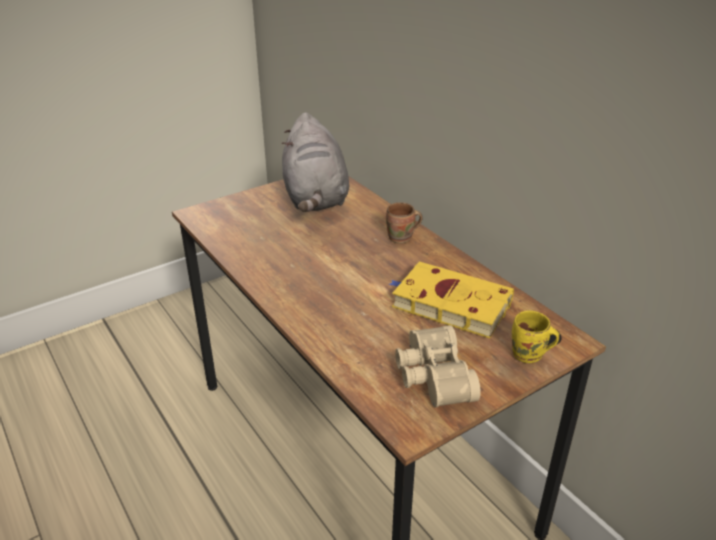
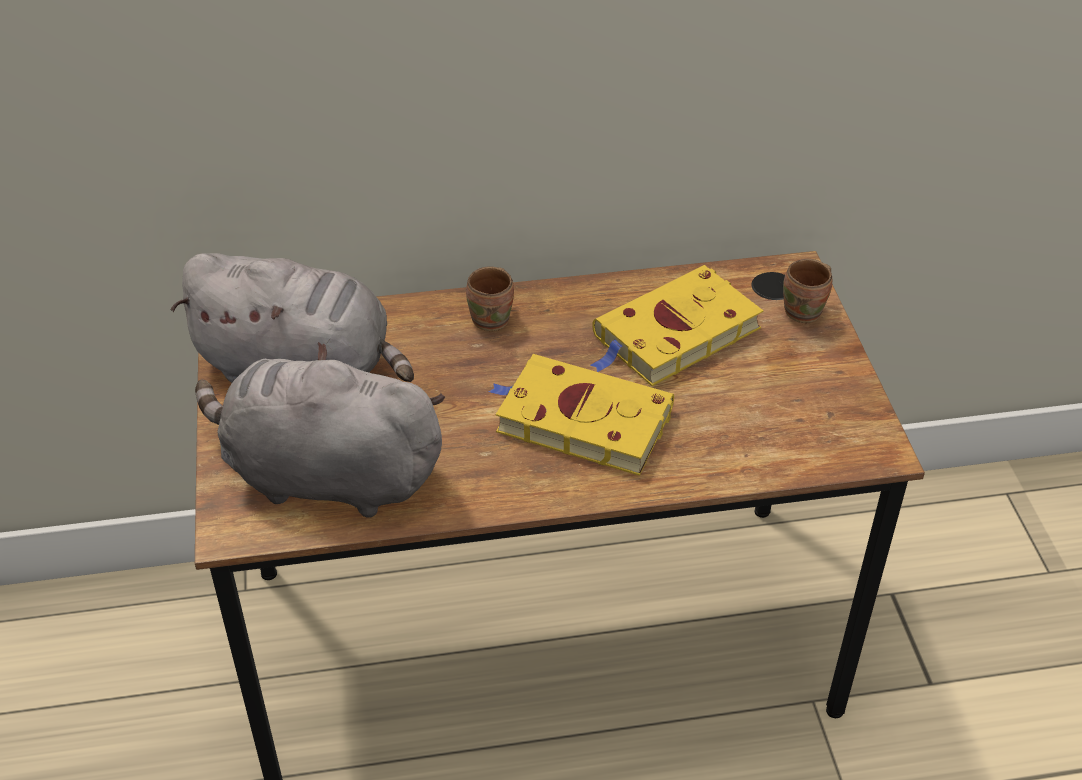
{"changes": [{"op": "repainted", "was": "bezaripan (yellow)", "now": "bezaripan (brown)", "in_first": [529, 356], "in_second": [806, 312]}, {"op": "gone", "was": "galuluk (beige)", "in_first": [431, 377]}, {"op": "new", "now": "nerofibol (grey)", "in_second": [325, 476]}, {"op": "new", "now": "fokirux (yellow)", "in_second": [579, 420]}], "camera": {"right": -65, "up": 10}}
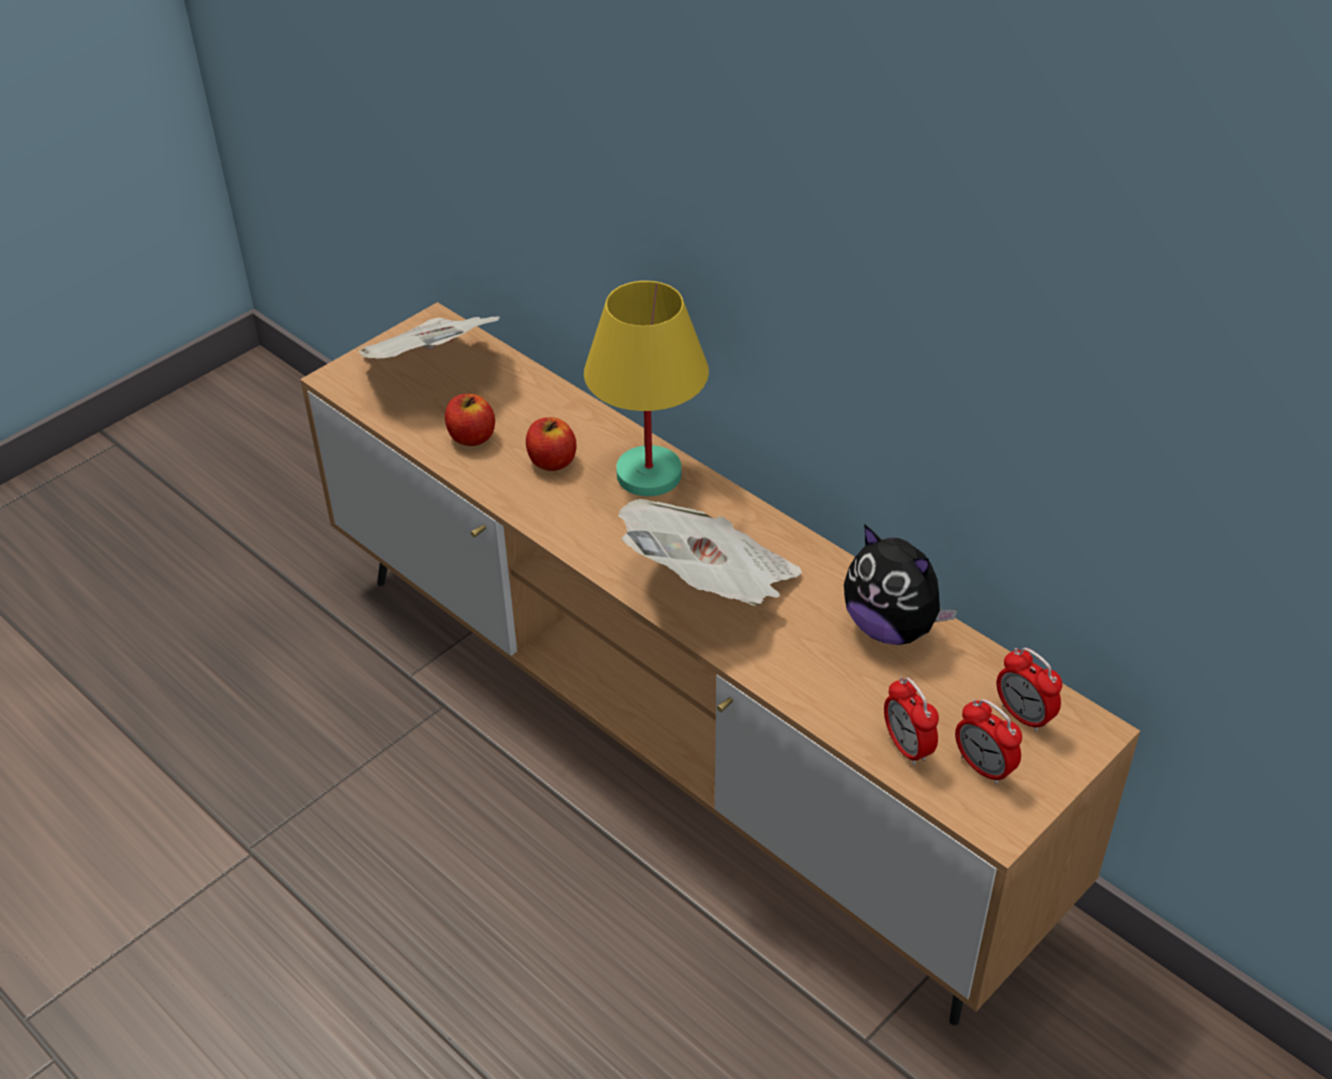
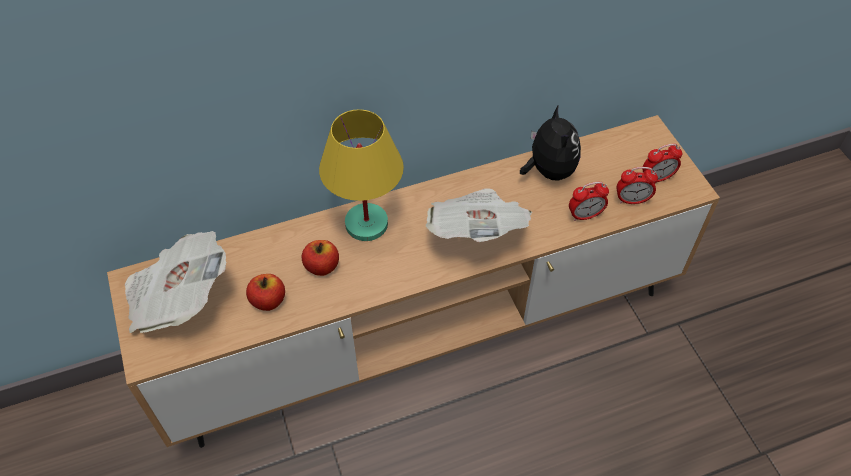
{"changes": [{"op": "rotated", "was": "nerofibol", "in_first": [891, 627], "in_second": [548, 171], "clockwise": -75}, {"op": "shifted", "was": "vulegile", "in_first": [1023, 716], "in_second": [585, 215]}], "camera": {"right": -65, "up": 10}}
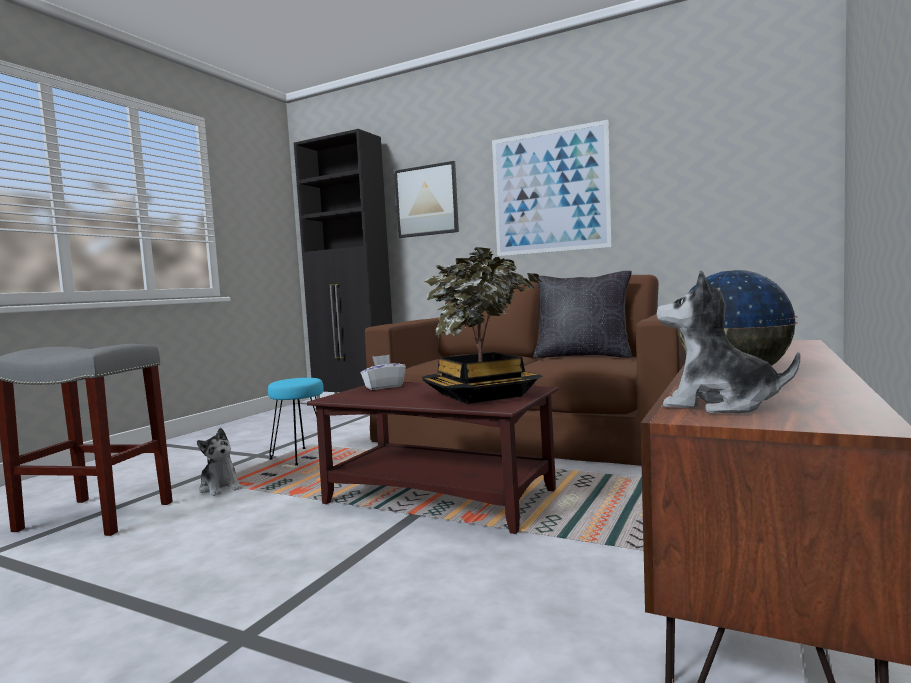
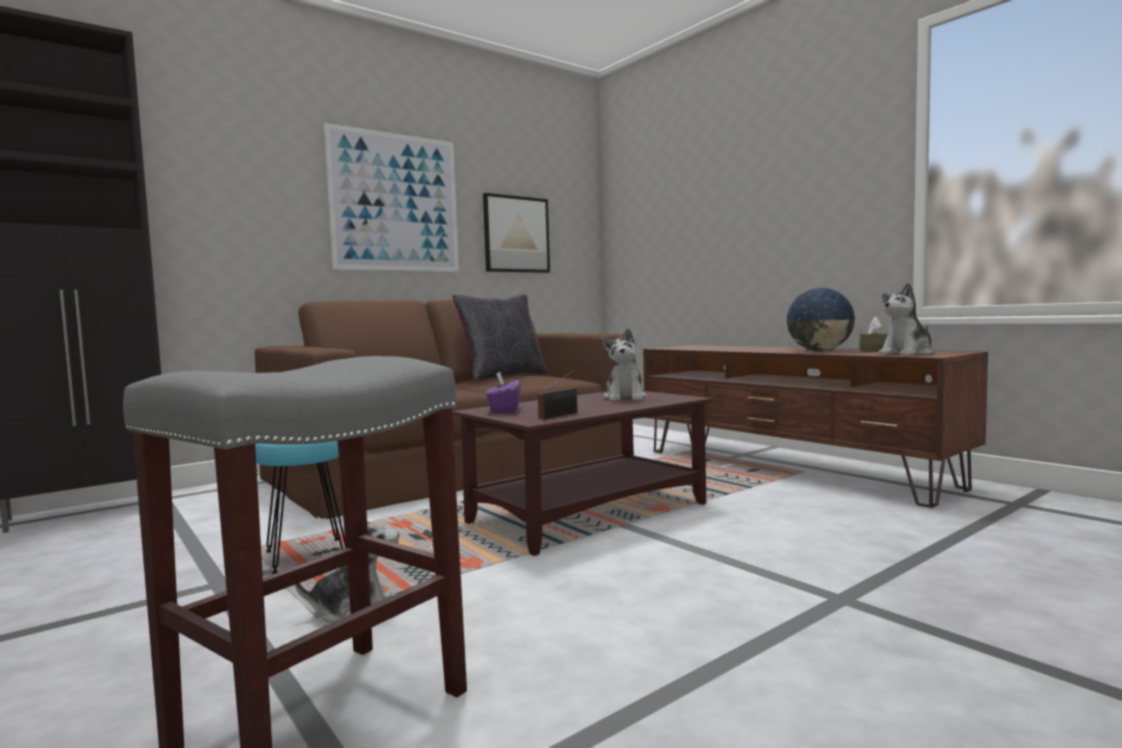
{"changes": [{"op": "shifted", "was": "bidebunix", "in_first": [426, 200], "in_second": [516, 234]}, {"op": "swapped", "was": "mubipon", "now": "nerofibol", "in_first": [482, 395], "in_second": [625, 398]}, {"op": "repainted", "was": "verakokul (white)", "now": "verakokul (purple)", "in_first": [383, 387], "in_second": [504, 410]}, {"op": "new", "now": "verakokul (brown)", "in_second": [872, 350]}, {"op": "new", "now": "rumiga", "in_second": [560, 415]}], "camera": {"right": -65, "up": 0}}
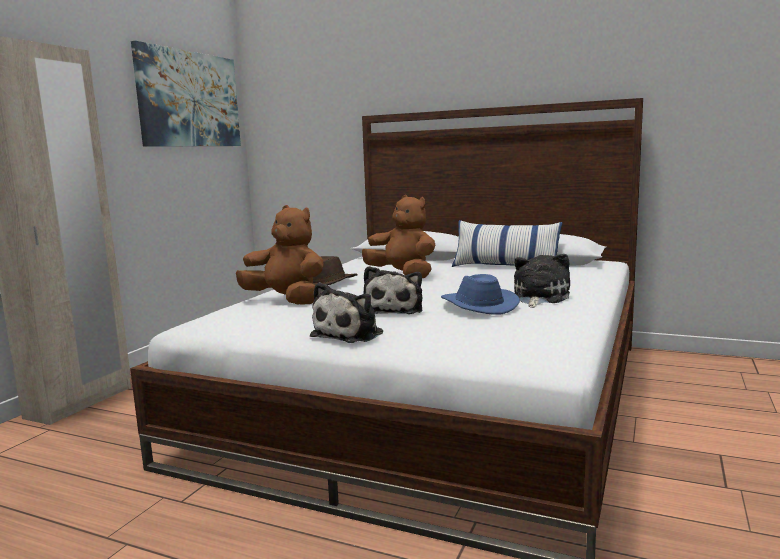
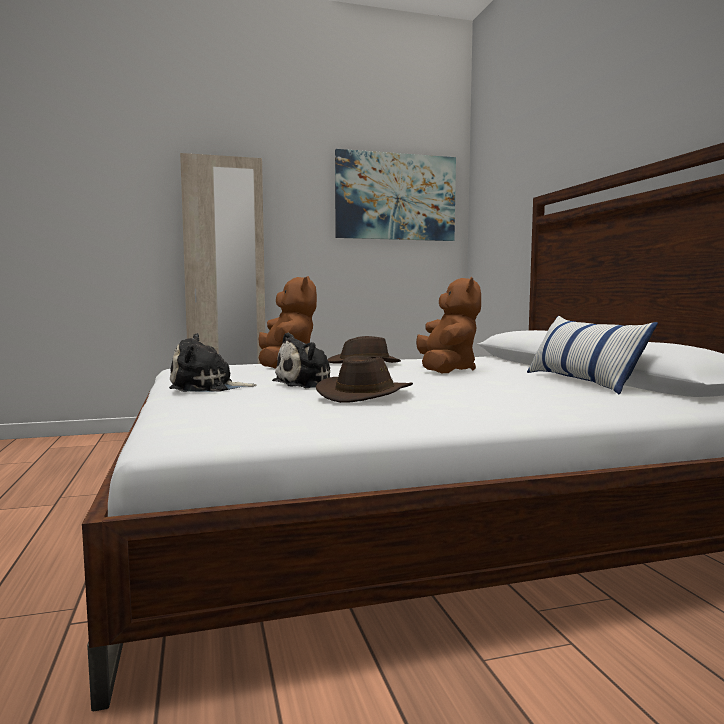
{"changes": [{"op": "gone", "was": "nerofibol", "in_first": [538, 298]}, {"op": "repainted", "was": "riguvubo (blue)", "now": "riguvubo (brown)", "in_first": [477, 305], "in_second": [366, 394]}], "camera": {"right": 50, "up": -5}}
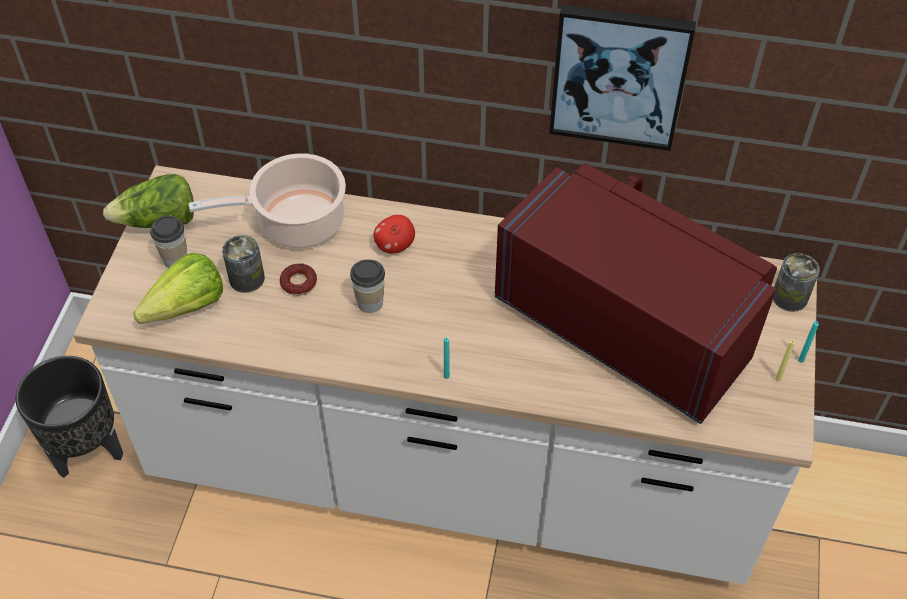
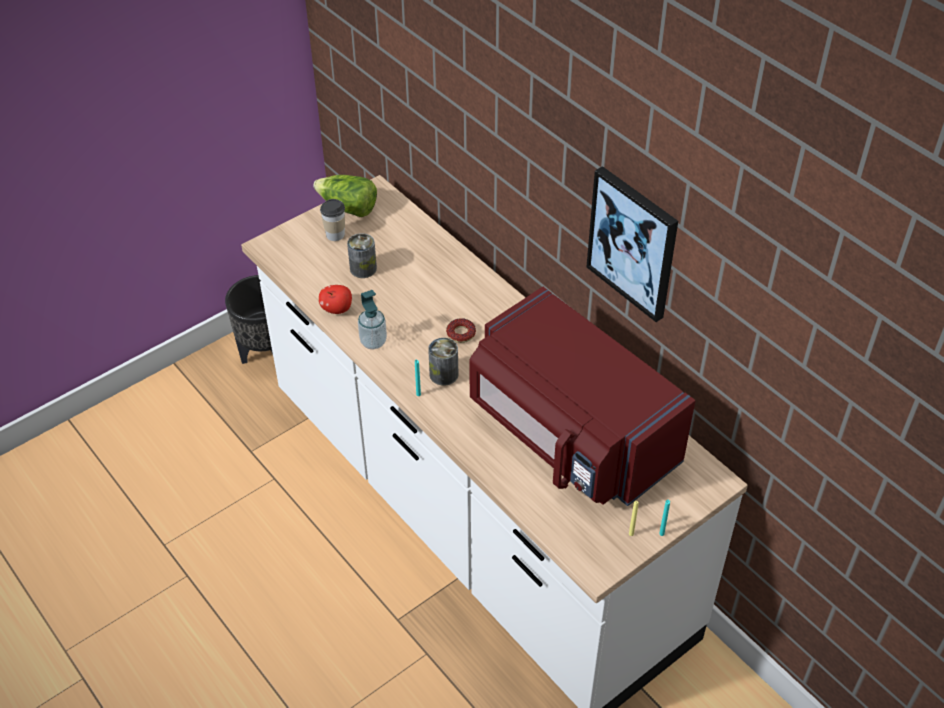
{"changes": [{"op": "gone", "was": "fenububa", "in_first": [295, 223]}, {"op": "rotated", "was": "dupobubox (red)", "in_first": [629, 321], "in_second": [569, 436], "clockwise": 150}, {"op": "shifted", "was": "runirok", "in_first": [395, 246], "in_second": [337, 309]}, {"op": "gone", "was": "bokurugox", "in_first": [180, 310]}, {"op": "shifted", "was": "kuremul", "in_first": [789, 297], "in_second": [444, 374]}, {"op": "gone", "was": "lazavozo", "in_first": [370, 303]}, {"op": "shifted", "was": "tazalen", "in_first": [298, 283], "in_second": [461, 333]}, {"op": "new", "now": "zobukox", "in_second": [373, 342]}], "camera": {"right": 40, "up": -5}}
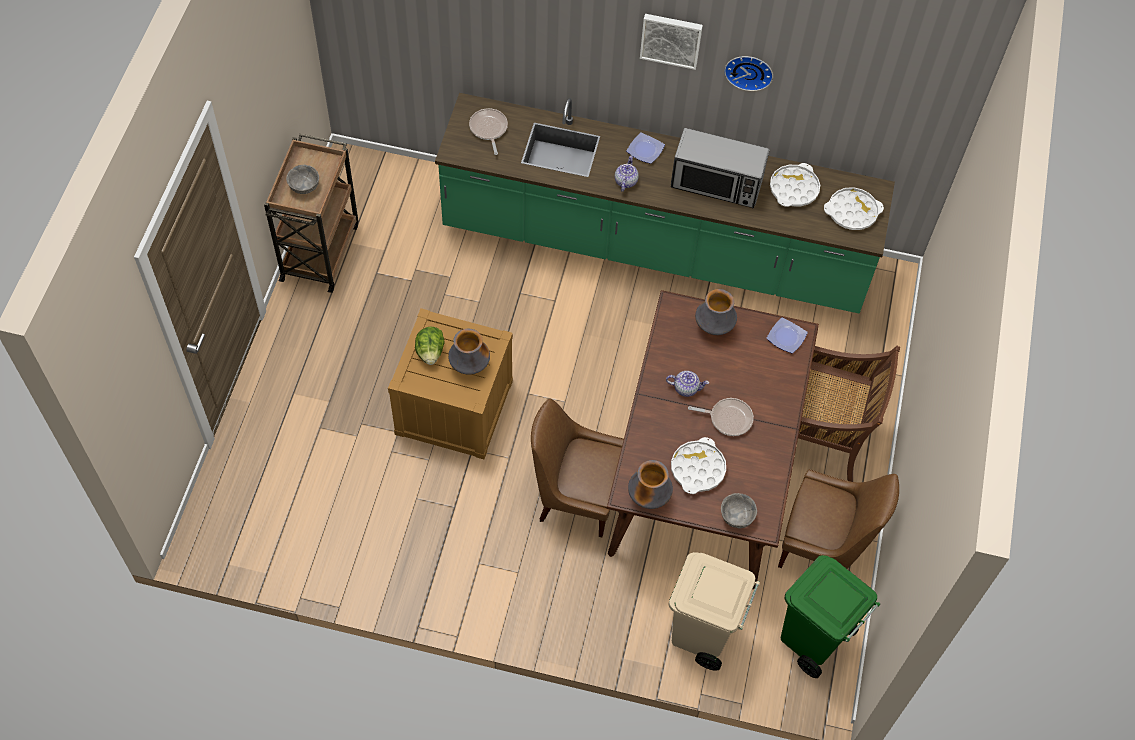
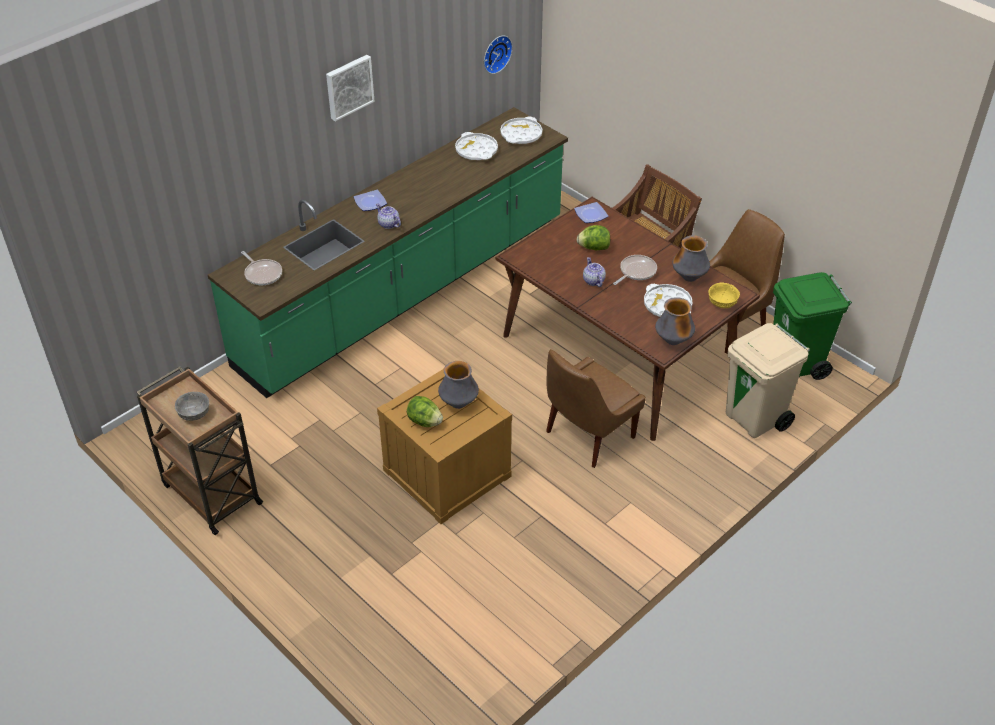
{"changes": [{"op": "shifted", "was": "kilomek", "in_first": [749, 70], "in_second": [495, 53]}, {"op": "rotated", "was": "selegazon", "in_first": [488, 129], "in_second": [262, 273], "clockwise": -150}, {"op": "gone", "was": "dupobubox", "in_first": [716, 183]}, {"op": "shifted", "was": "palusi", "in_first": [713, 327], "in_second": [689, 277]}, {"op": "rotated", "was": "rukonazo", "in_first": [686, 388], "in_second": [593, 281], "clockwise": -60}, {"op": "repainted", "was": "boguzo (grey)", "now": "boguzo (yellow)", "in_first": [736, 516], "in_second": [721, 303]}, {"op": "new", "now": "bokurugox", "in_second": [593, 248]}], "camera": {"right": -55, "up": -15}}
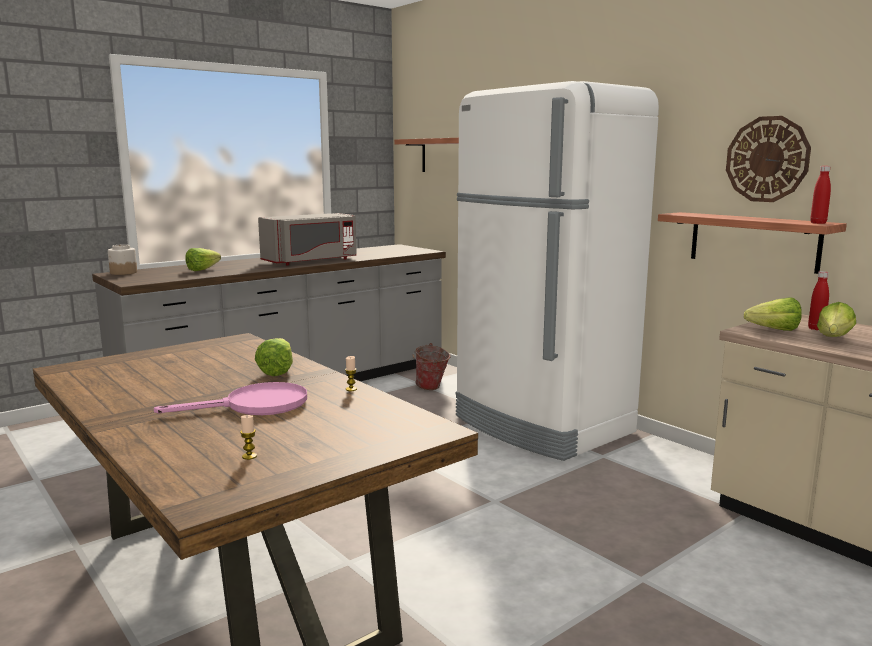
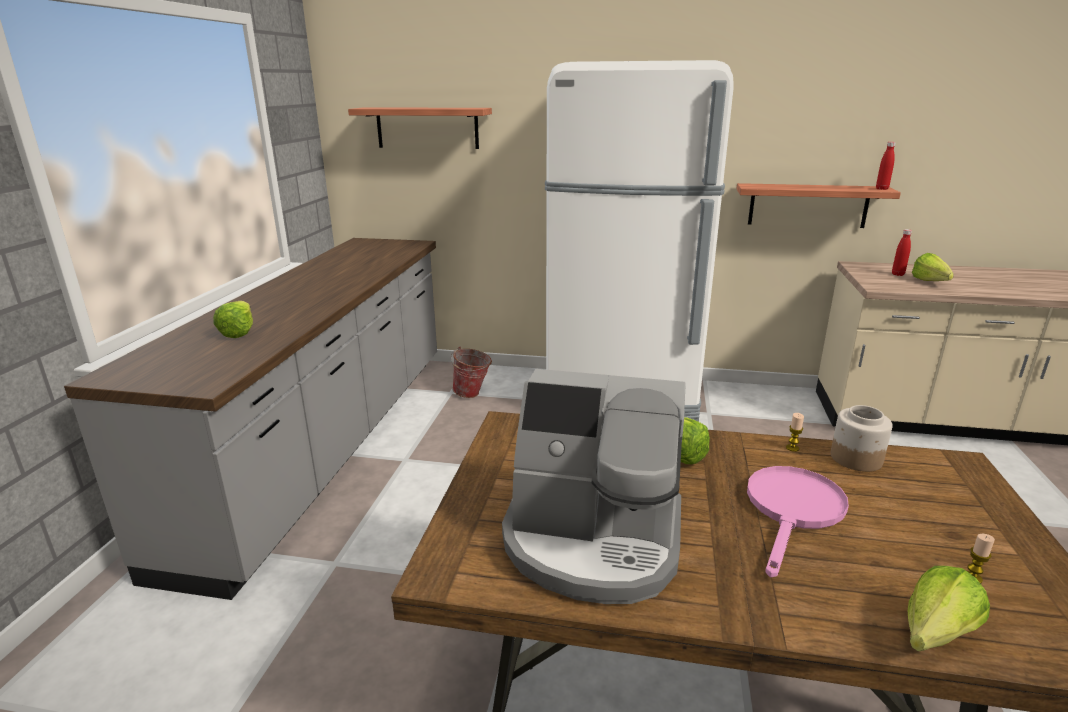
{"changes": [{"op": "gone", "was": "kilomek", "in_first": [767, 159]}, {"op": "gone", "was": "dupobubox (grey)", "in_first": [311, 261]}, {"op": "shifted", "was": "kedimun", "in_first": [123, 272], "in_second": [855, 458]}, {"op": "shifted", "was": "bokurugox", "in_first": [768, 330], "in_second": [928, 638]}, {"op": "new", "now": "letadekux", "in_second": [593, 541]}], "camera": {"right": -40, "up": 10}}
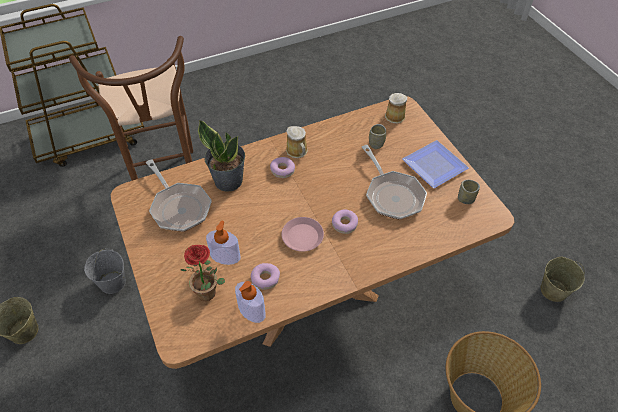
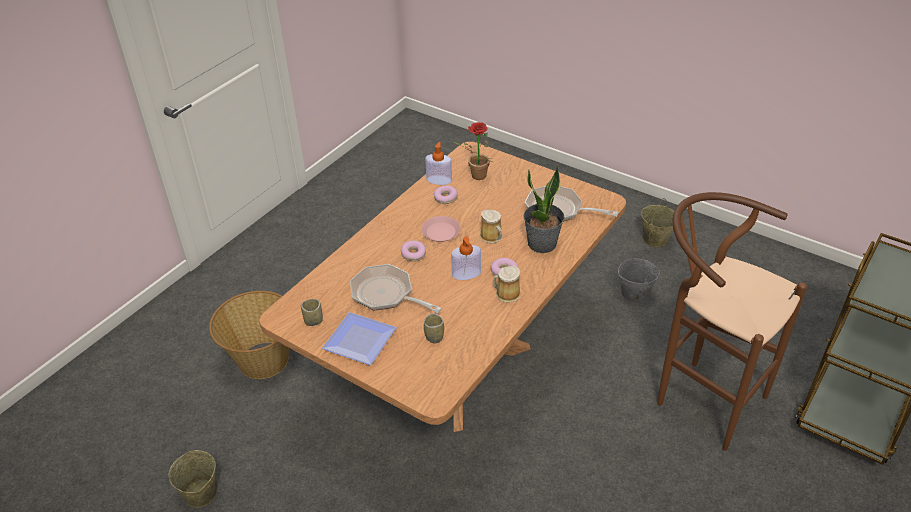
{"changes": [{"op": "shifted", "was": "bezaripan", "in_first": [394, 115], "in_second": [492, 237]}, {"op": "shifted", "was": "zobukox", "in_first": [225, 256], "in_second": [466, 273]}], "camera": {"right": 150, "up": -10}}
